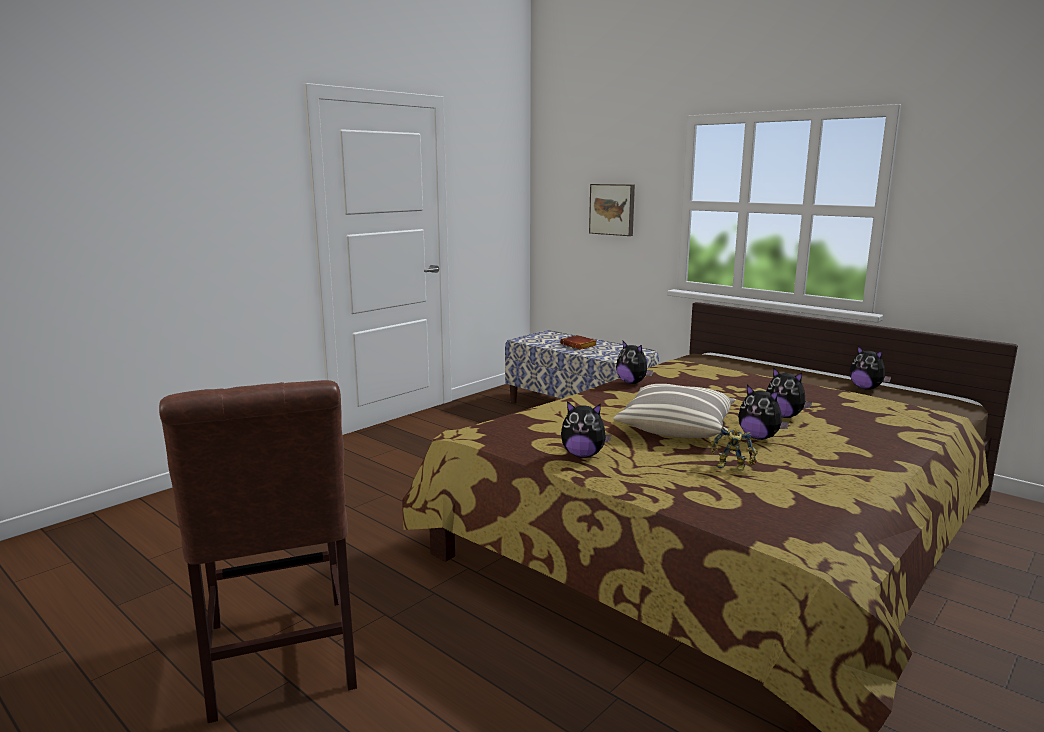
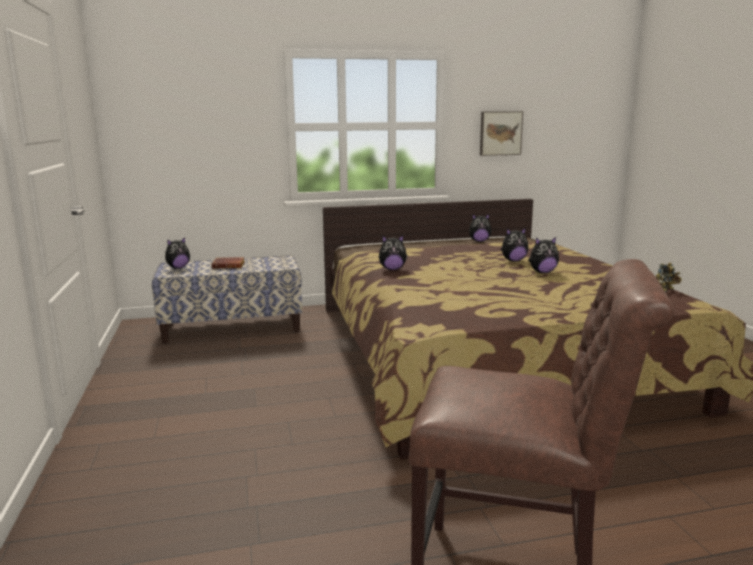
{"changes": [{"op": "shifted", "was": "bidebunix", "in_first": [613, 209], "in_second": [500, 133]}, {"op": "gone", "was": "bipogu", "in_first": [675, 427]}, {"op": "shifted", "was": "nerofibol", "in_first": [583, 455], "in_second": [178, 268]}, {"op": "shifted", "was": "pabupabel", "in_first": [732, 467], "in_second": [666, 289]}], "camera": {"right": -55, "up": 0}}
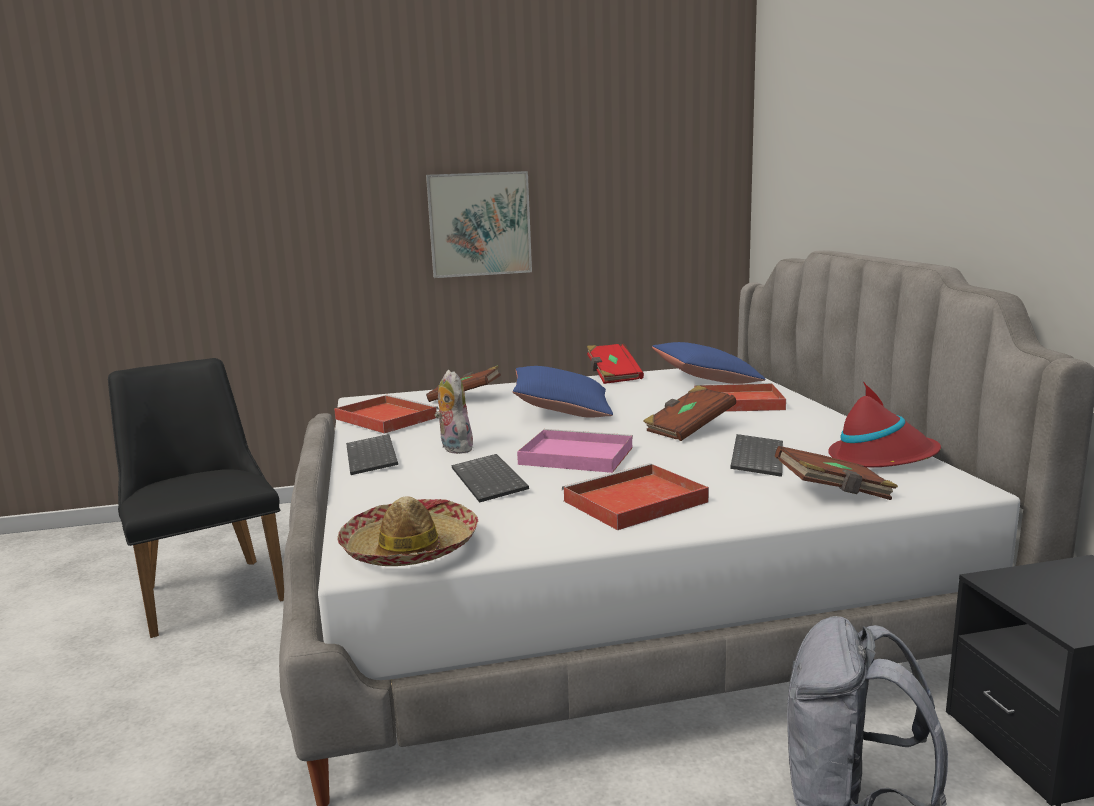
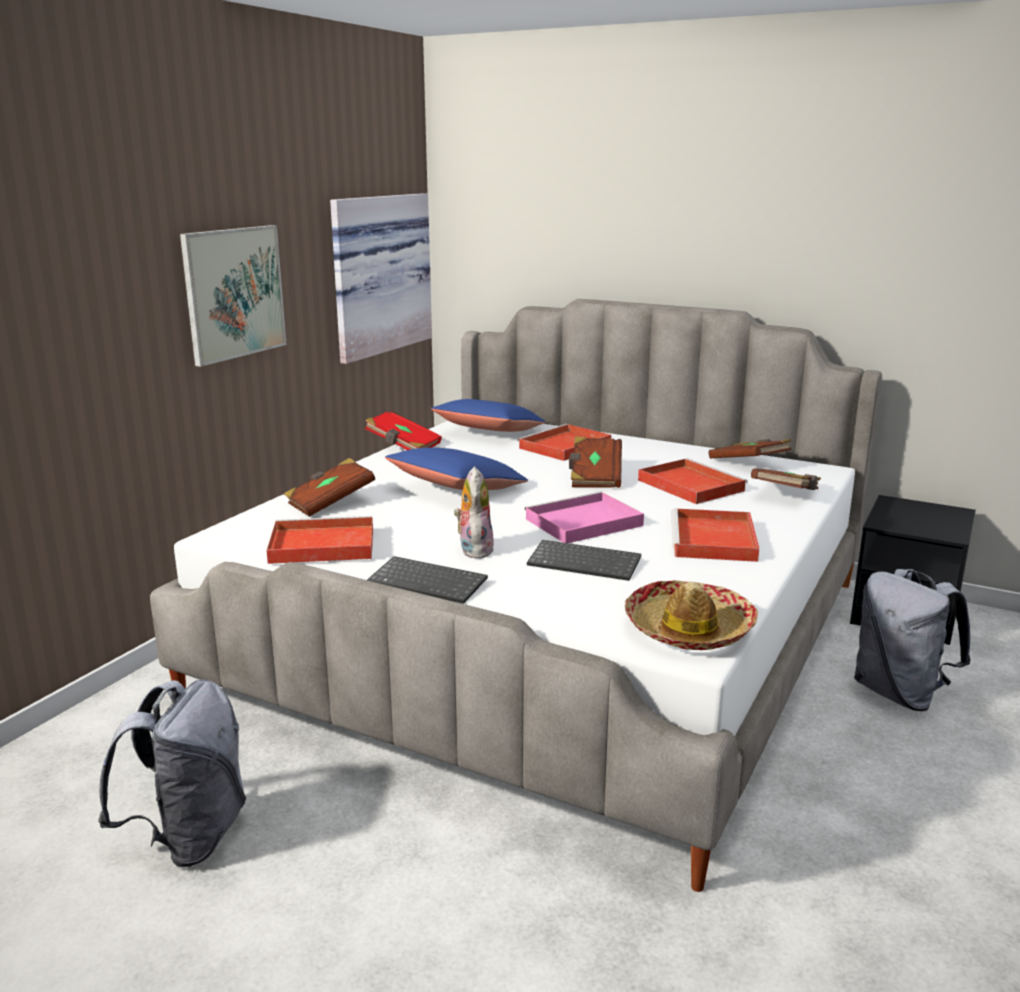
{"changes": [{"op": "swapped", "was": "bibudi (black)", "now": "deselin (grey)", "in_first": [208, 589], "in_second": [190, 837]}, {"op": "rotated", "was": "nerofibol", "in_first": [453, 448], "in_second": [474, 549], "clockwise": 75}, {"op": "swapped", "was": "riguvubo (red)", "now": "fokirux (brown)", "in_first": [882, 458], "in_second": [749, 464]}, {"op": "swapped", "was": "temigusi", "now": "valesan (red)", "in_first": [755, 457], "in_second": [688, 485]}, {"op": "new", "now": "bidebunix", "in_second": [378, 274]}], "camera": {"right": -50, "up": 5}}
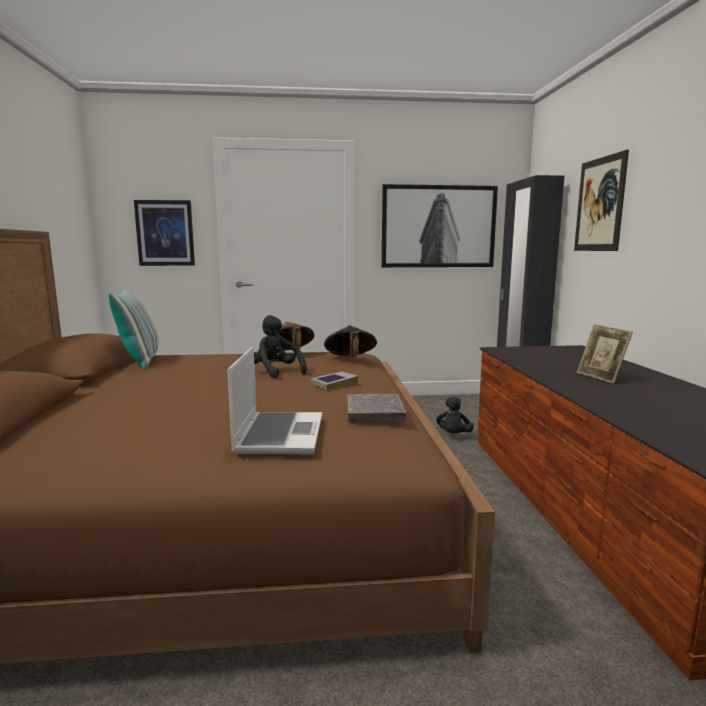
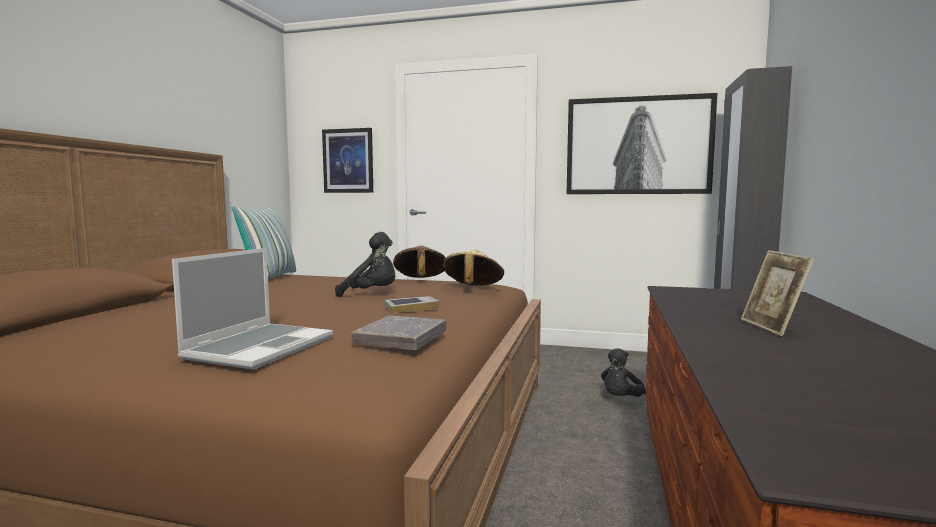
{"changes": [{"op": "gone", "was": "bidebunix", "in_first": [599, 204]}, {"op": "rotated", "was": "nerofibol (black)", "in_first": [276, 372], "in_second": [372, 294], "clockwise": 120}, {"op": "repainted", "was": "riguvubo (black)", "now": "riguvubo (beige)", "in_first": [350, 359], "in_second": [472, 289]}], "camera": {"right": 20, "up": -5}}
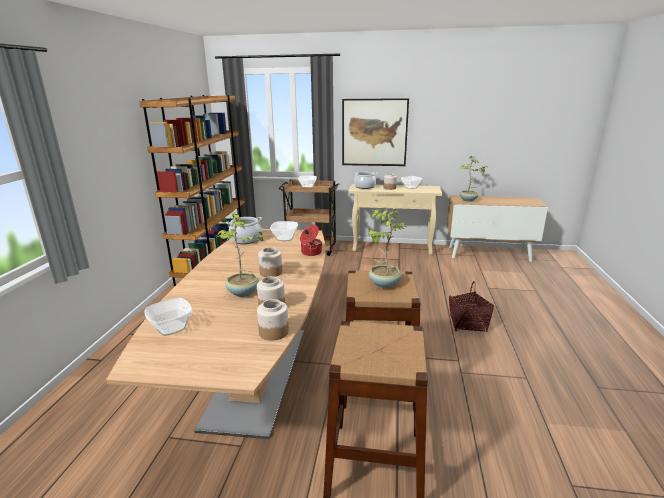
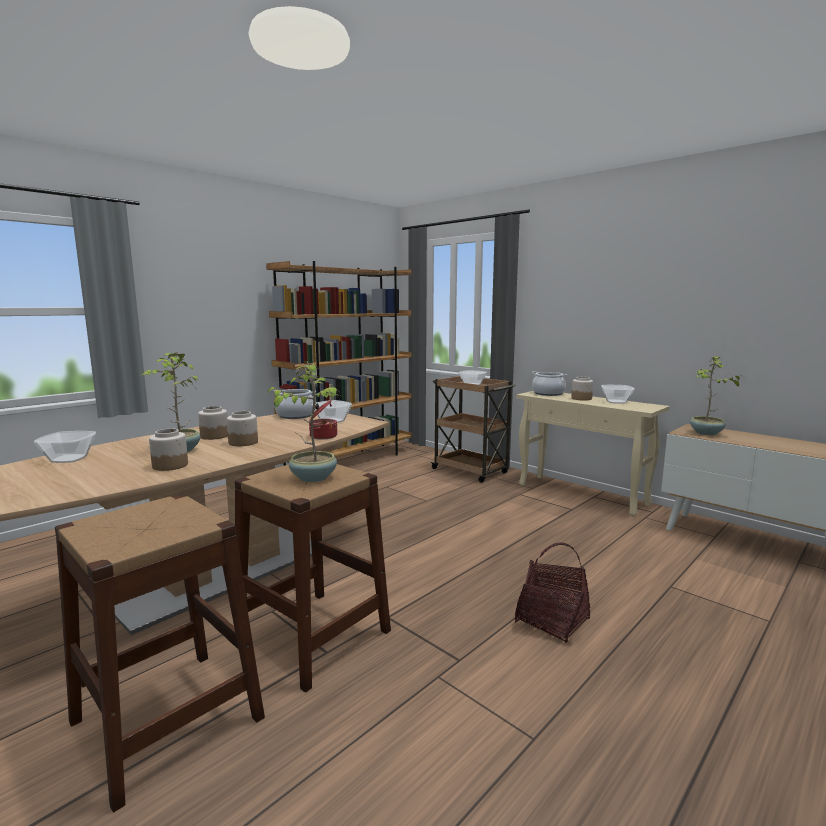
{"changes": [{"op": "gone", "was": "bidebunix", "in_first": [374, 132]}, {"op": "shifted", "was": "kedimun", "in_first": [273, 332], "in_second": [214, 436]}], "camera": {"right": 35, "up": -10}}
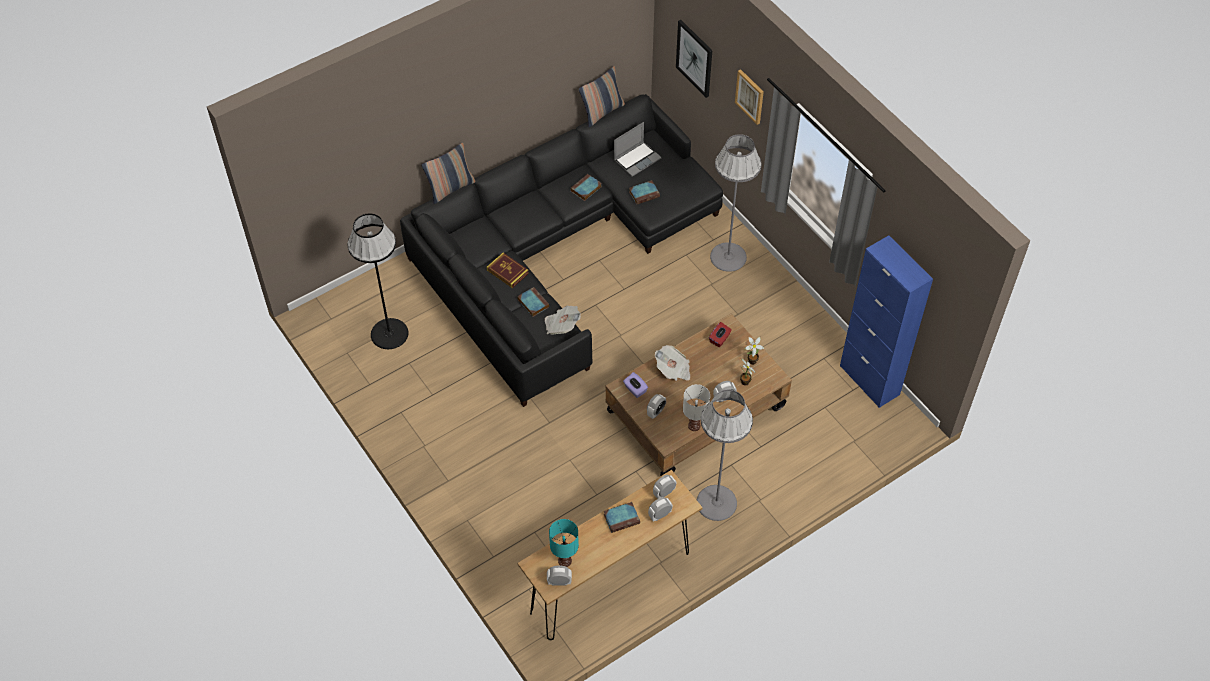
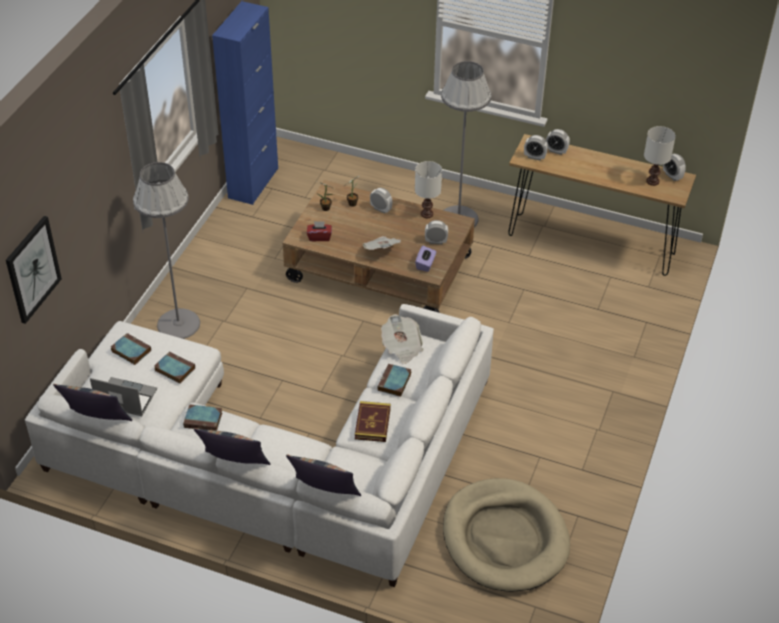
{"changes": [{"op": "gone", "was": "bidebunix", "in_first": [750, 96]}, {"op": "repainted", "was": "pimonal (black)", "now": "pimonal (white)", "in_first": [557, 251], "in_second": [274, 458]}, {"op": "swapped", "was": "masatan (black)", "now": "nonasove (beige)", "in_first": [389, 333], "in_second": [504, 538]}, {"op": "shifted", "was": "fokirux", "in_first": [622, 518], "in_second": [130, 351]}, {"op": "repainted", "was": "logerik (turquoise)", "now": "logerik (white)", "in_first": [565, 561], "in_second": [652, 181]}, {"op": "new", "now": "bipogu", "in_second": [234, 465]}], "camera": {"right": -125, "up": -10}}
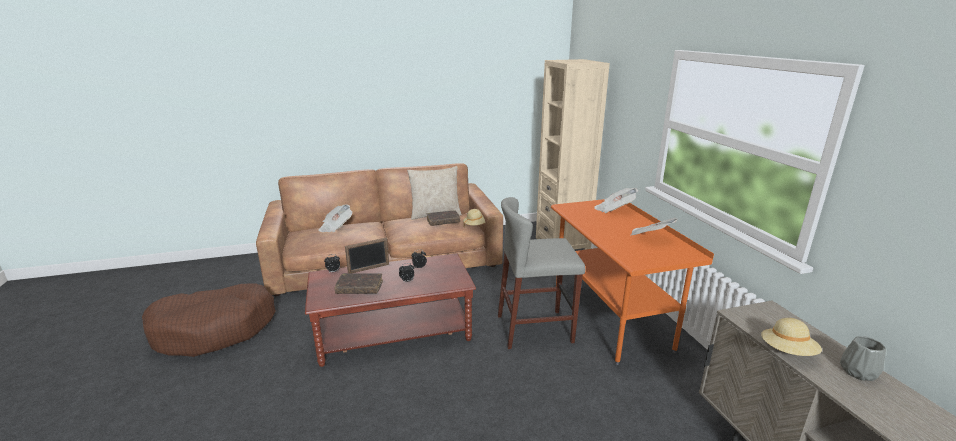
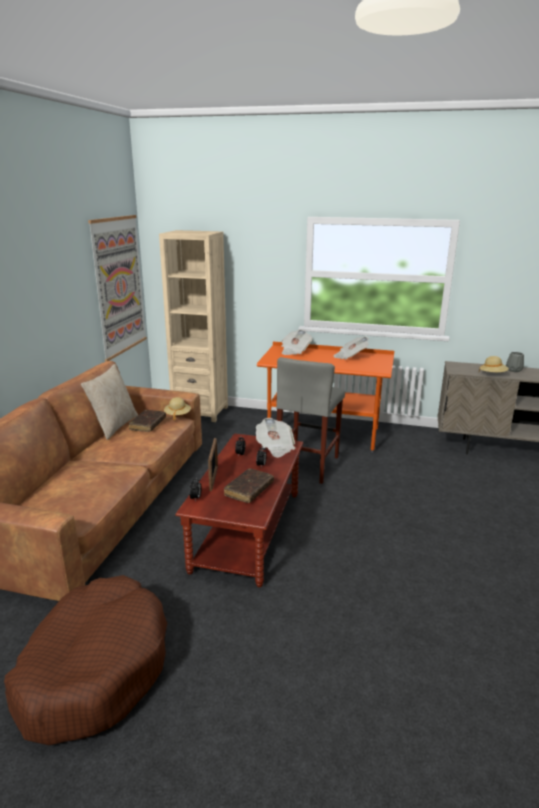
{"changes": [{"op": "shifted", "was": "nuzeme", "in_first": [336, 227], "in_second": [275, 447]}, {"op": "new", "now": "bidebunix", "in_second": [119, 286]}], "camera": {"right": -60, "up": 0}}
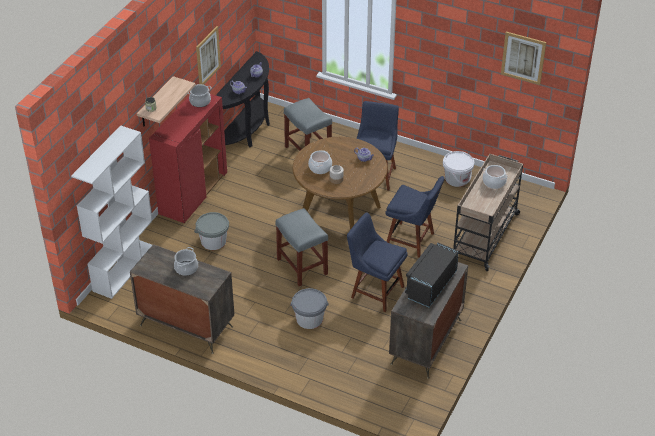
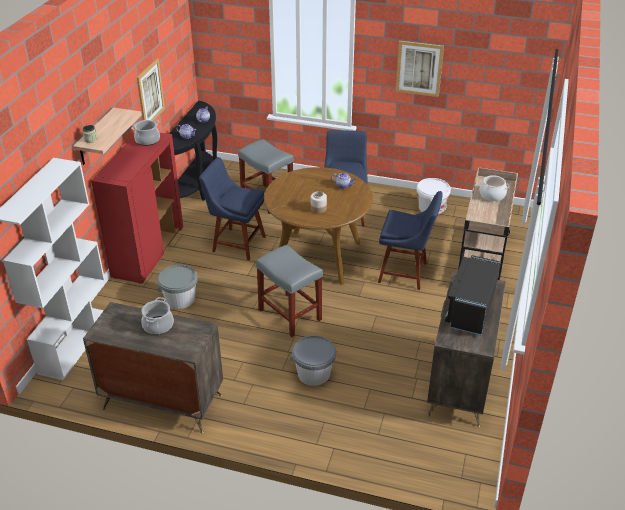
{"changes": [{"op": "shifted", "was": "bidebunix", "in_first": [523, 58], "in_second": [419, 68]}, {"op": "gone", "was": "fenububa", "in_first": [320, 167]}, {"op": "shifted", "was": "bibudi (blue)", "in_first": [375, 291], "in_second": [236, 243]}], "camera": {"right": -10, "up": -5}}
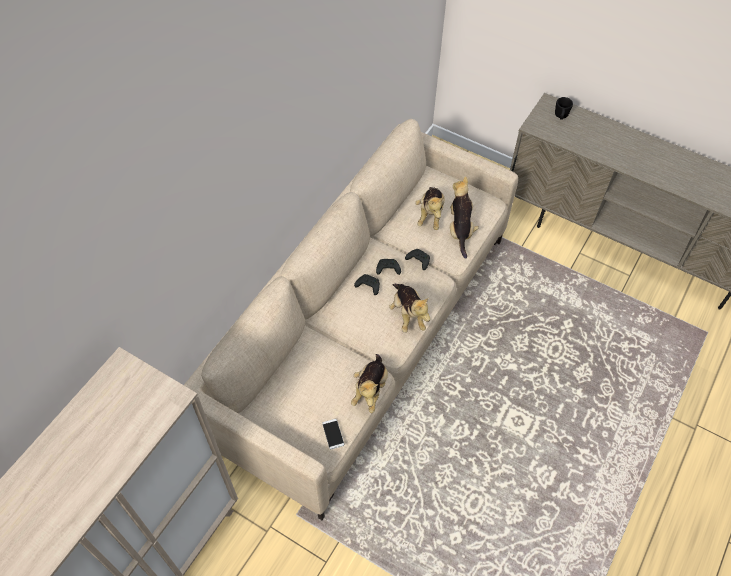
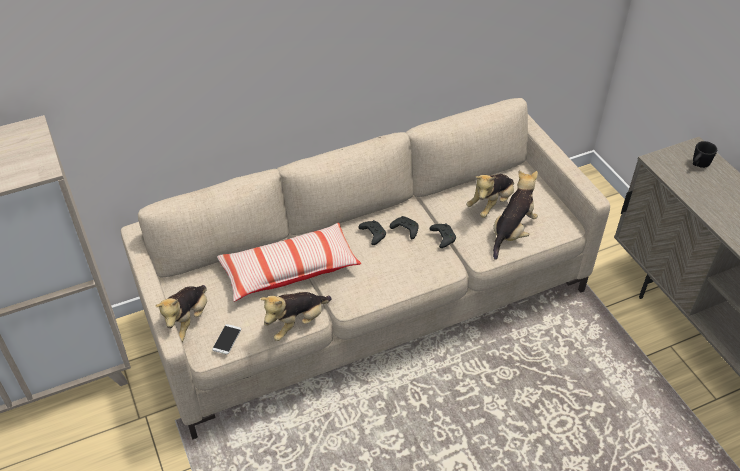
{"changes": [{"op": "shifted", "was": "nerofibol", "in_first": [407, 314], "in_second": [187, 321]}, {"op": "new", "now": "bipogu", "in_second": [289, 270]}], "camera": {"right": 35, "up": -10}}
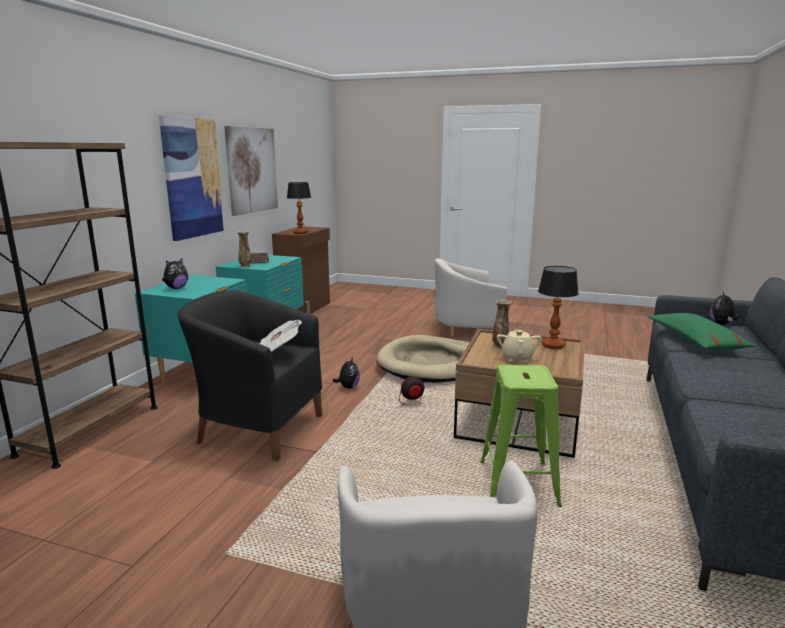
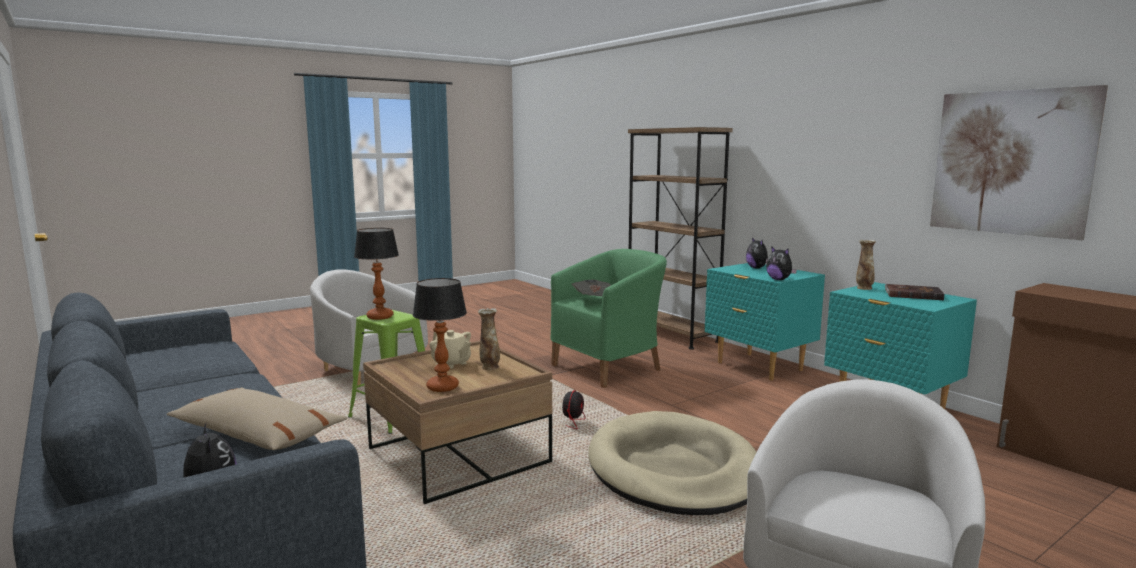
{"changes": [{"op": "gone", "was": "bidebunix", "in_first": [192, 178]}, {"op": "shifted", "was": "logerik", "in_first": [301, 233], "in_second": [380, 317]}, {"op": "repainted", "was": "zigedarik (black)", "now": "zigedarik (green)", "in_first": [258, 428], "in_second": [609, 367]}, {"op": "repainted", "was": "bipogu (green)", "now": "bipogu (beige)", "in_first": [695, 341], "in_second": [257, 434]}, {"op": "shifted", "was": "nerofibol", "in_first": [348, 387], "in_second": [779, 279]}], "camera": {"right": 125, "up": -5}}
